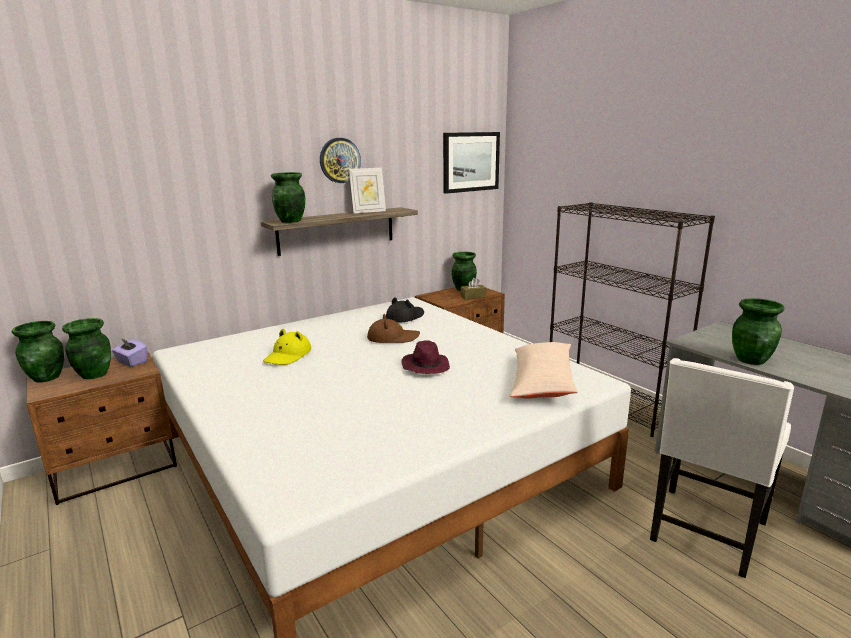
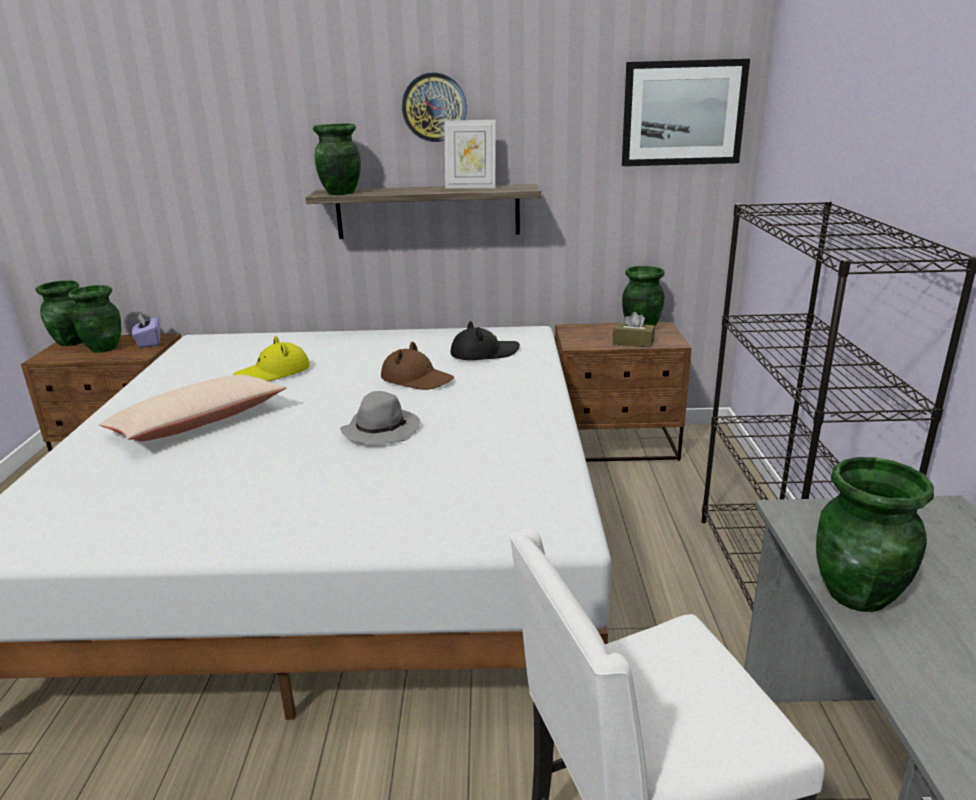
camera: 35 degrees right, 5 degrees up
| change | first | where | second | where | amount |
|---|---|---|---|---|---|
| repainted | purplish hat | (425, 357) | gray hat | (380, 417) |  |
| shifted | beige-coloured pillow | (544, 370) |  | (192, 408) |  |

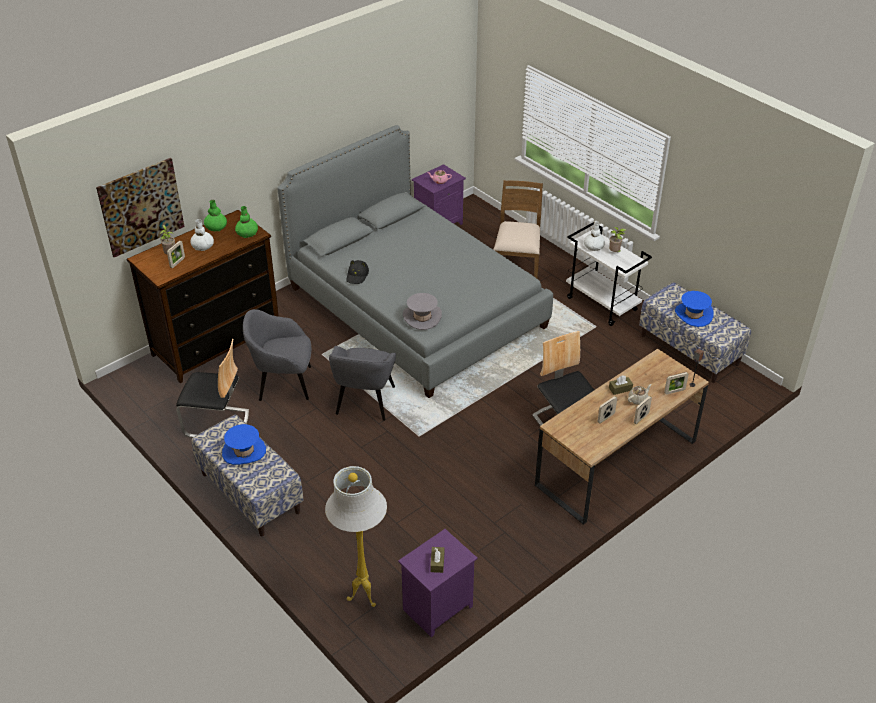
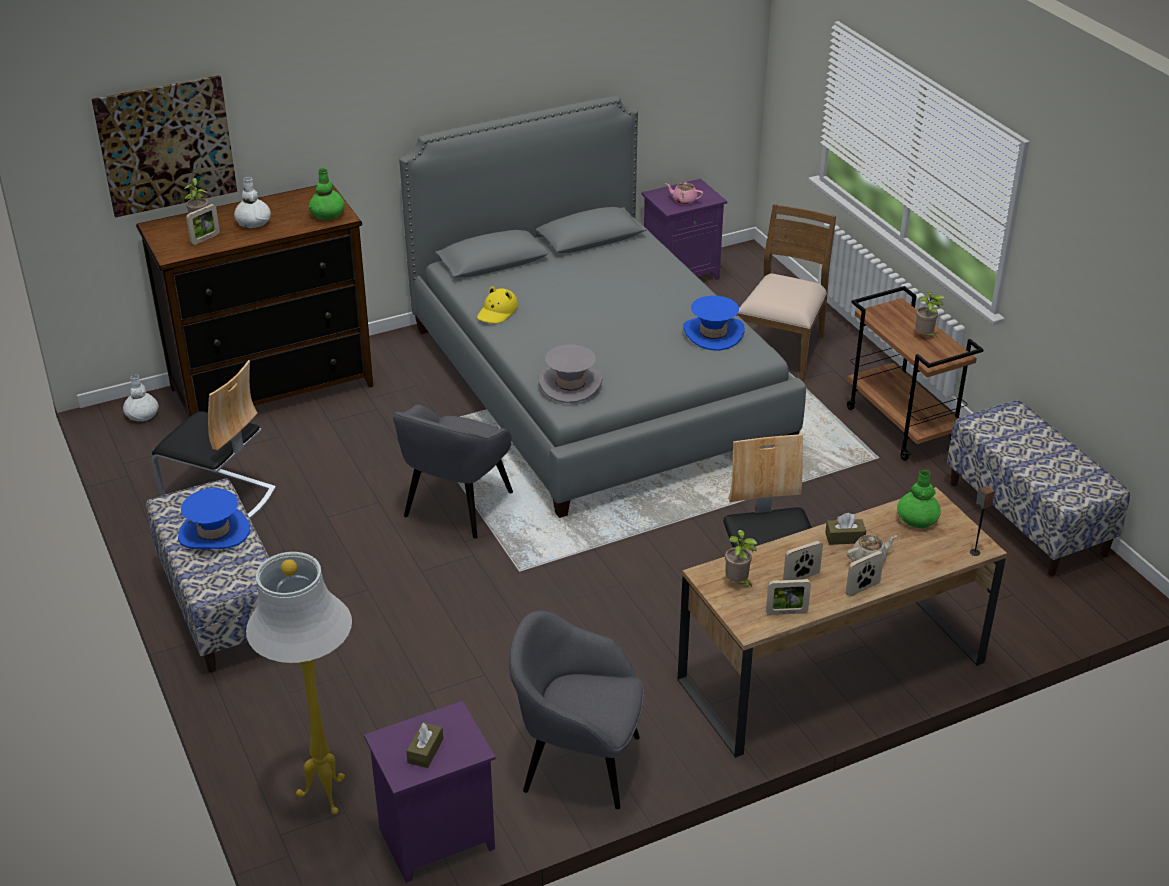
camera: 15 degrees right, 5 degrees down
| change | first | where | second | where | amount |
|---|---|---|---|---|---|
| shifted | green-coloured vase | (215, 215) |  | (919, 499) |  |
| shifted | whitish vase | (594, 236) |  | (141, 397) |  |
| repainted | whitish trolley | (609, 274) | brown trolley | (915, 373) |  |
| repainted | black-coloured hat | (357, 272) | yellow hat | (497, 304) |  |
| shifted | blue hat | (694, 309) |  | (713, 323) |  |
| shifted | gray lounge chair | (277, 355) |  | (576, 709) |  |
| shifted | picture frame | (676, 383) |  | (788, 597) |  |
| new |  |  | plant in a pot | (741, 558) |  |

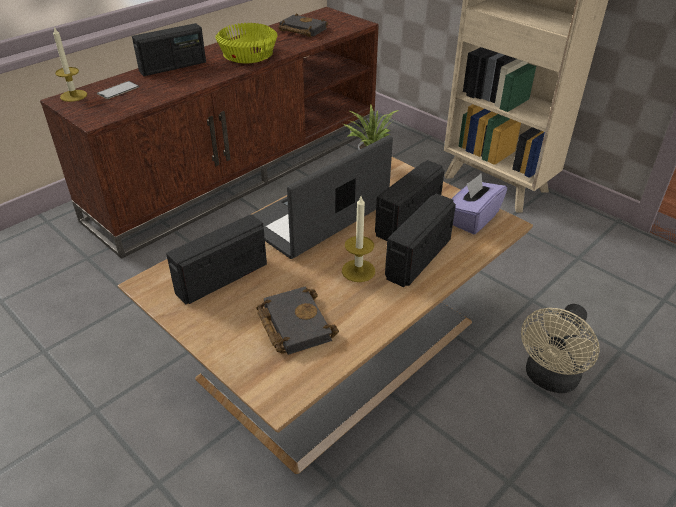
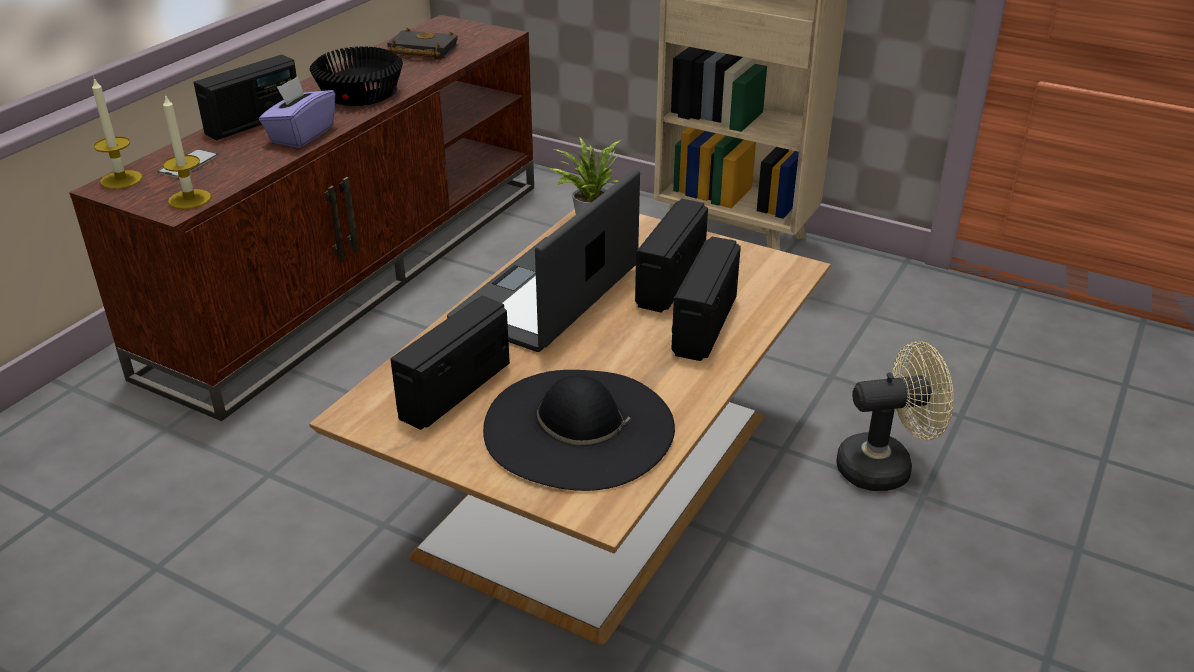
camera: 15 degrees left, 5 degrees down
| change | first | where | second | where | amount |
|---|---|---|---|---|---|
| repainted | yellow serving bowl | (246, 43) | black-coloured serving bowl | (356, 76) |  |
| shifted | purplish box of tissues | (479, 203) |  | (297, 112) |  |
| shifted | wax candle | (358, 239) |  | (186, 151) |  |
| swapped | black-coloured bound book | (297, 320) | black-coloured hat | (579, 430) |  |
| rotated | beige-coloured electric fan | (560, 348) |  | (895, 416) | 120 degrees counterclockwise |

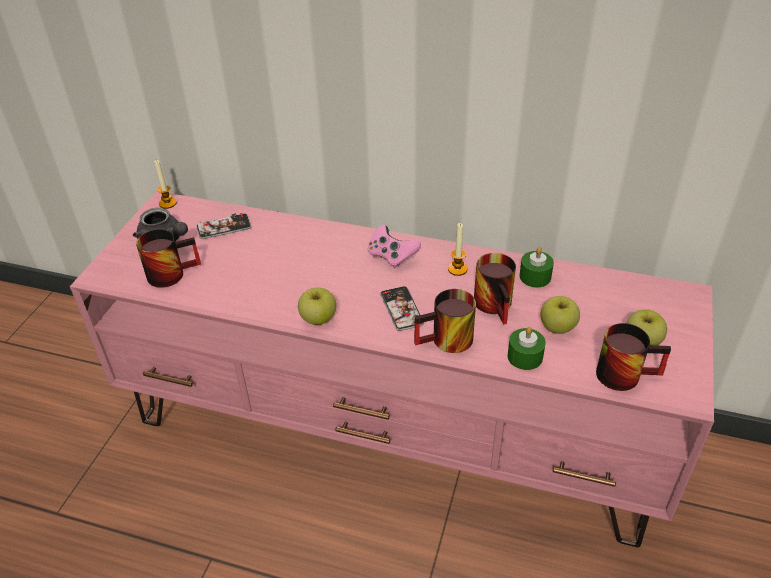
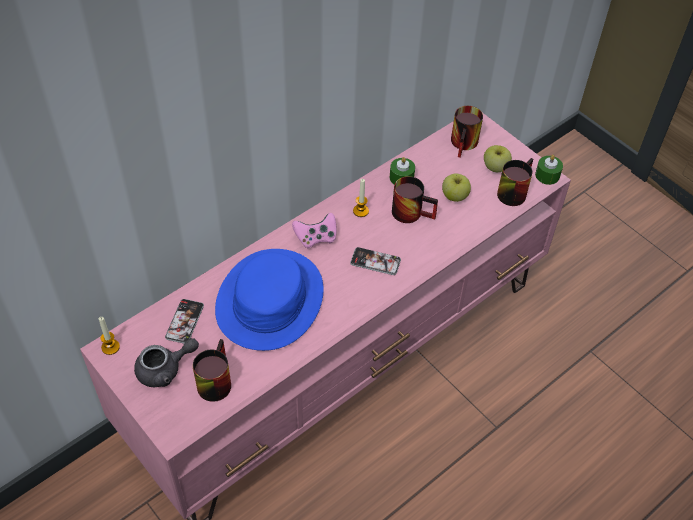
camera: 60 degrees left, 10 degrees up
| change | first | where | second | where | amount |
|---|---|---|---|---|---|
| gone | apple fruit | (317, 306) |  |  |  |
| shifted | mug | (445, 321) |  | (467, 132) |  |
| shifted | green-coloured wax candle | (527, 348) |  | (549, 170) |  |
| new |  |  | blue hat | (269, 300) |  |

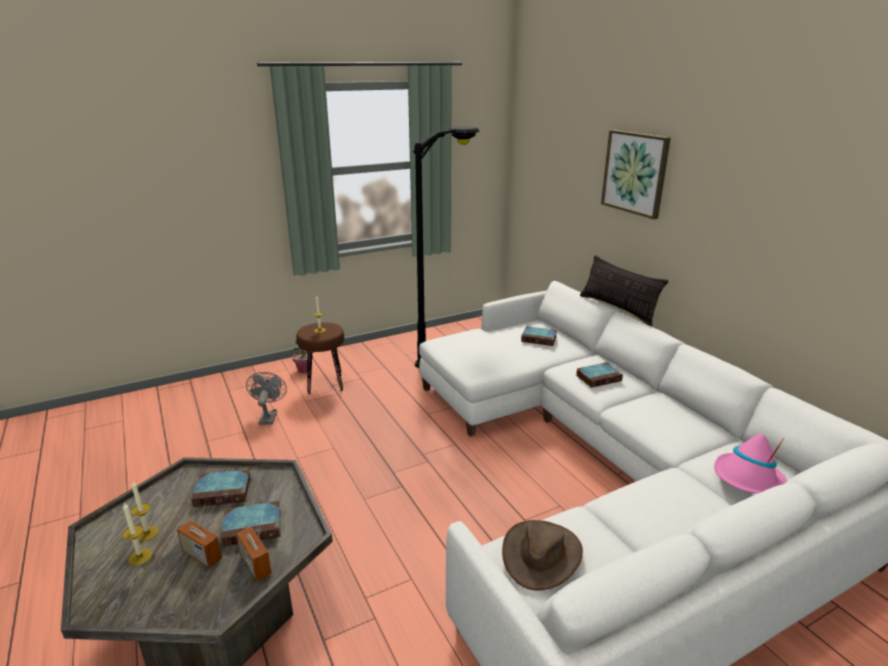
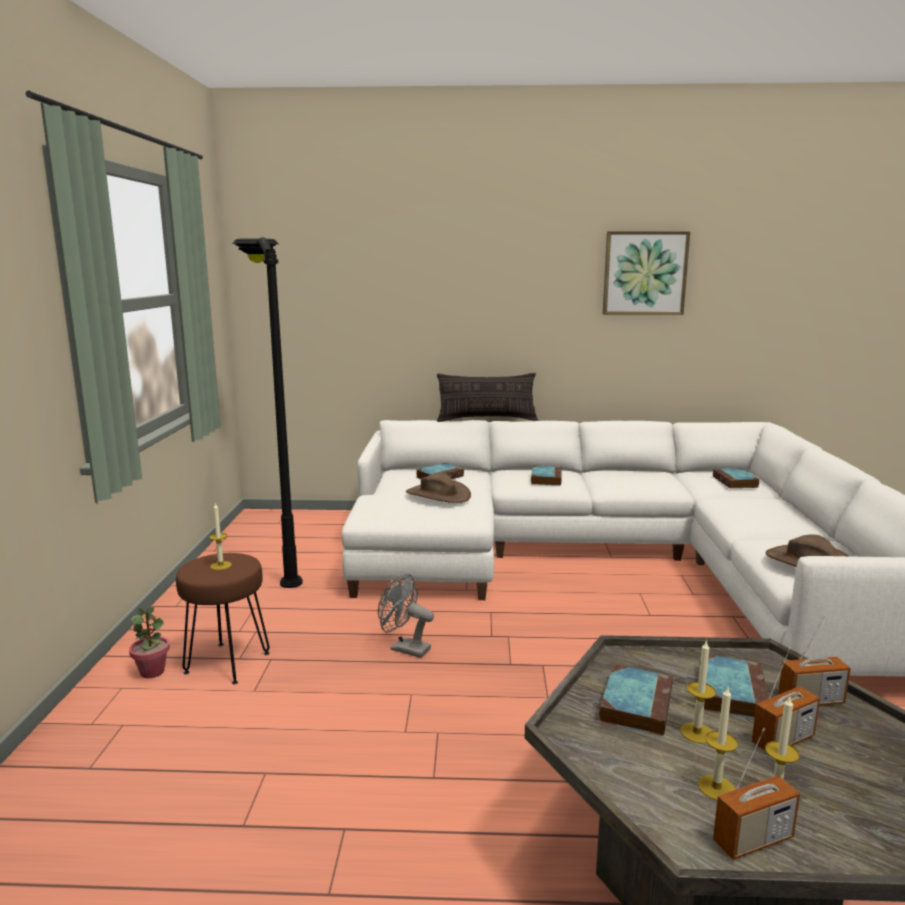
camera: 60 degrees left, 10 degrees down
| change | first | where | second | where | amount |
|---|---|---|---|---|---|
| shifted | wall art | (636, 174) |  | (646, 273) |  |
| shifted | gray electric fan | (266, 398) |  | (406, 616) |  |
| swapped | pink-coloured hat | (750, 464) | bound book | (736, 478) |  |
| new |  |  | brown hat | (438, 487) |  |
| new |  |  | wax candle | (698, 691) |  |
| new |  |  | radio set | (756, 794) |  |

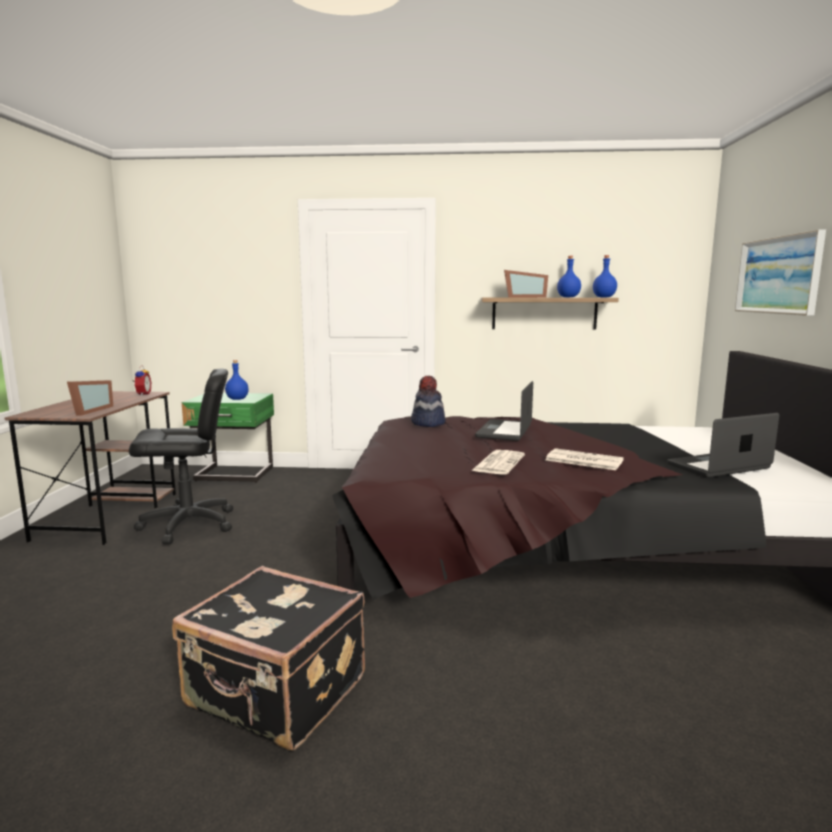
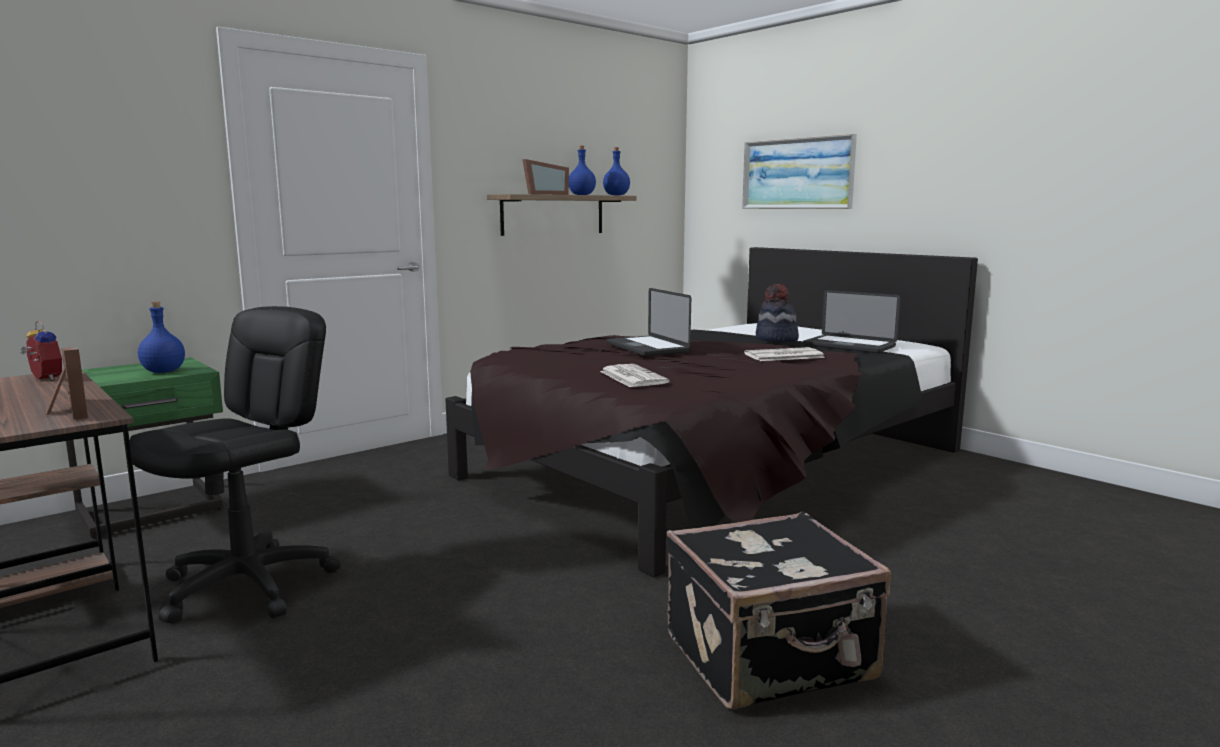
camera: 45 degrees left, 0 degrees up
| change | first | where | second | where | amount |
|---|---|---|---|---|---|
| shifted | hat | (428, 401) |  | (777, 313) |  |
| rotated | laptop | (723, 445) |  | (852, 321) | 75 degrees counterclockwise |
| shifted | newspaper | (498, 462) |  | (635, 375) |  |

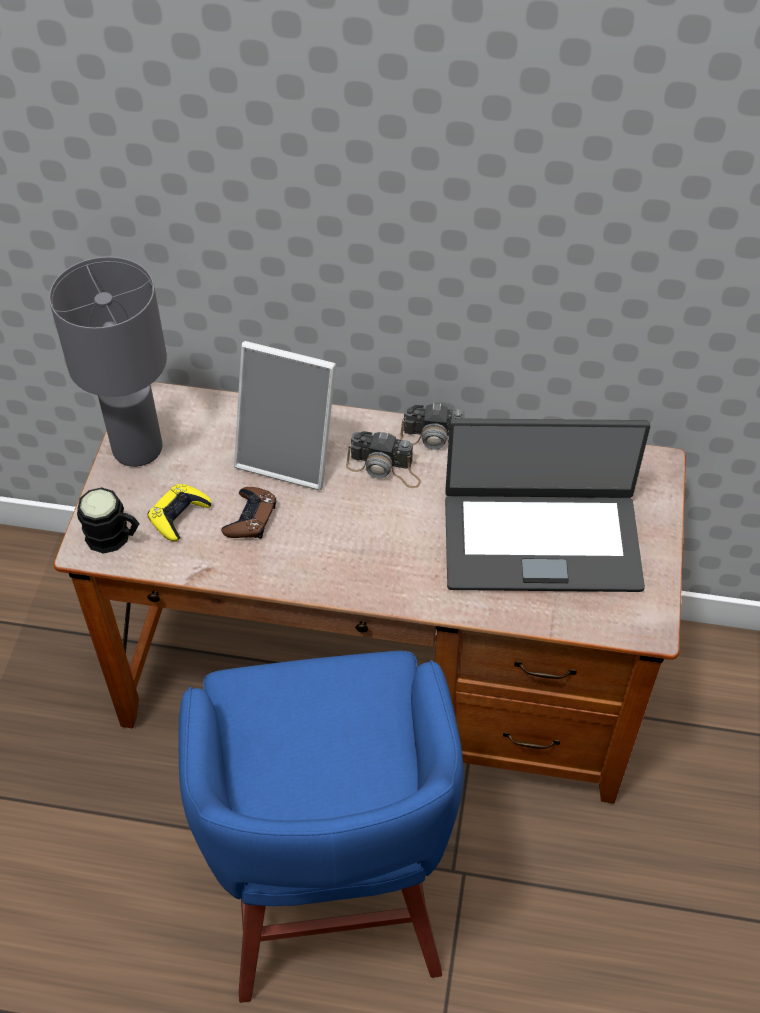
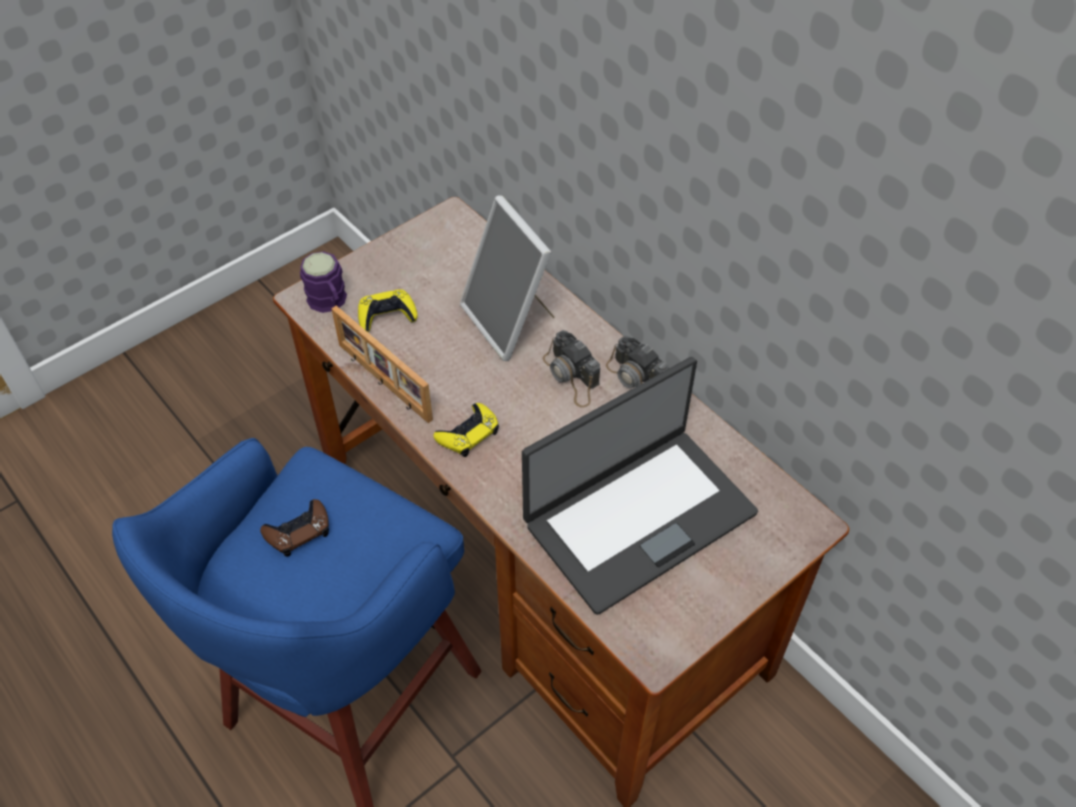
camera: 40 degrees right, 0 degrees up
| change | first | where | second | where | amount |
|---|---|---|---|---|---|
| gone | gray table lamp | (108, 362) |  |  |  |
| rotated | laptop | (547, 505) |  | (640, 486) | 75 degrees counterclockwise |
| shifted | brown gamepad | (248, 513) |  | (294, 528) |  |
| repainted | black-coloured mug | (108, 521) | purplish mug | (323, 282) |  |
| new |  |  | picture frame | (382, 364) |  |
| new |  |  | yellow gamepad | (466, 430) |  |

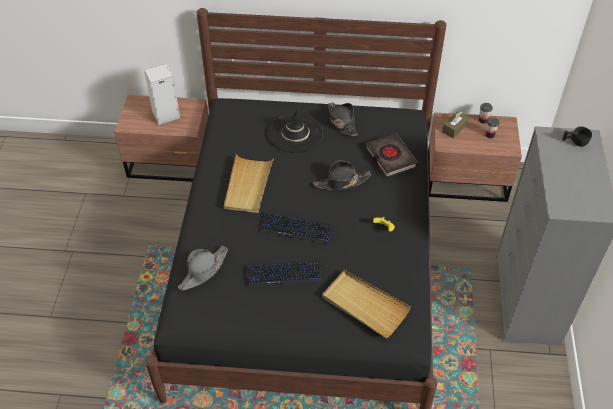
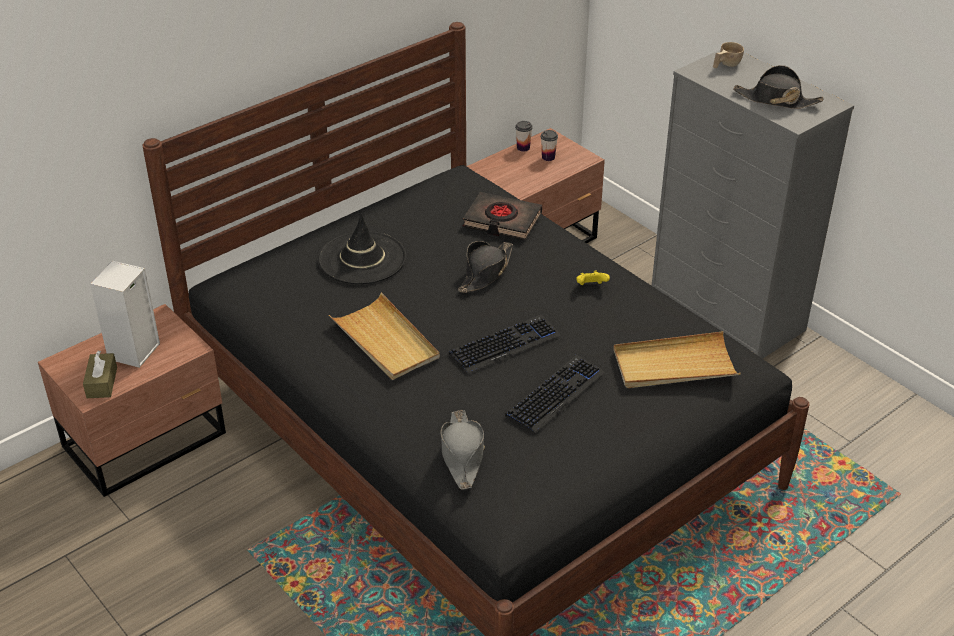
camera: 45 degrees left, 10 degrees down
| change | first | where | second | where | amount |
|---|---|---|---|---|---|
| shifted | black-coloured hat | (343, 119) |  | (778, 87) |  |
| shifted | brown box of tissues | (455, 124) |  | (100, 374) |  |
| repainted | black-coloured cup | (577, 136) | beige-coloured cup | (728, 55) |  |

